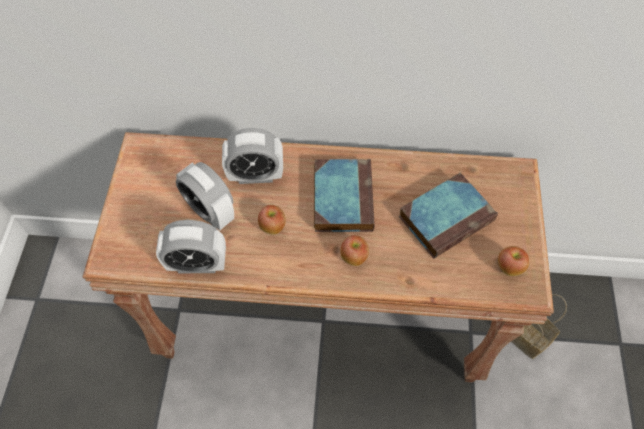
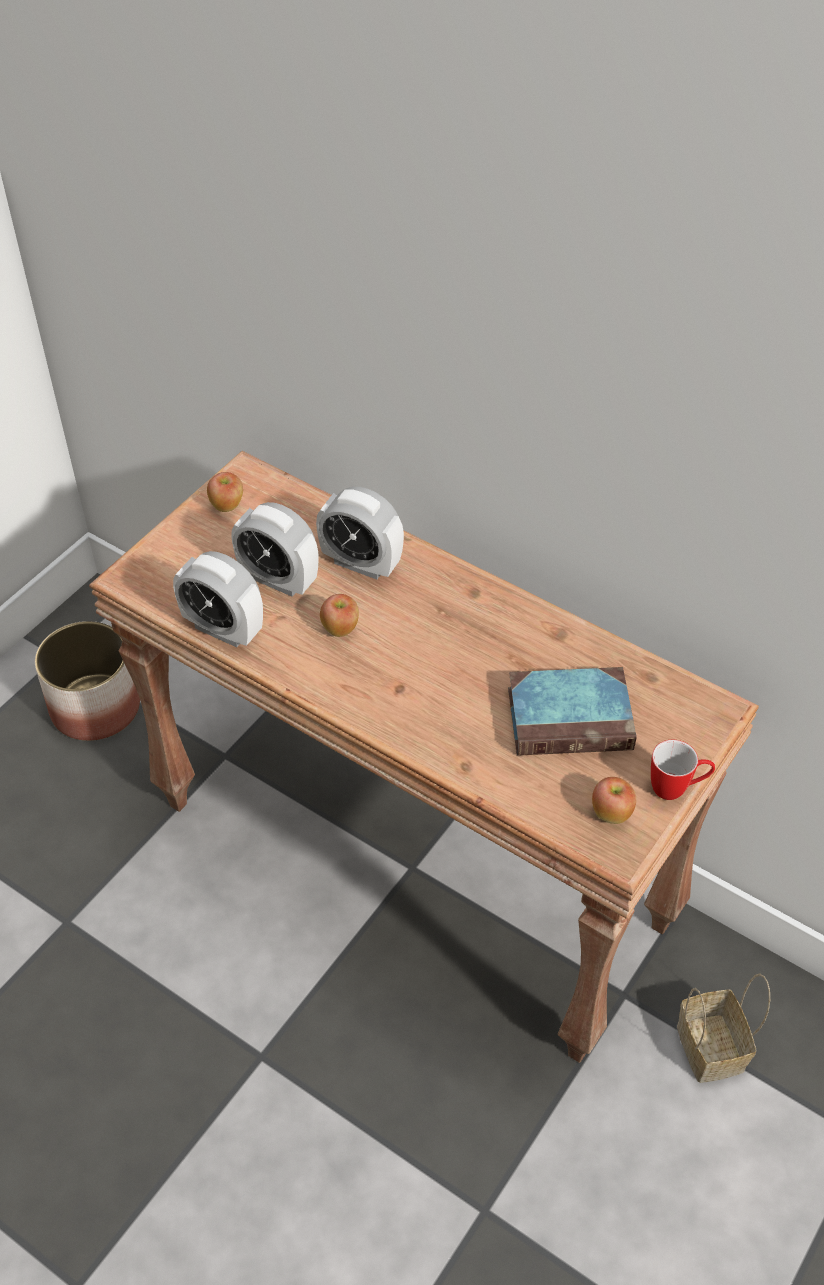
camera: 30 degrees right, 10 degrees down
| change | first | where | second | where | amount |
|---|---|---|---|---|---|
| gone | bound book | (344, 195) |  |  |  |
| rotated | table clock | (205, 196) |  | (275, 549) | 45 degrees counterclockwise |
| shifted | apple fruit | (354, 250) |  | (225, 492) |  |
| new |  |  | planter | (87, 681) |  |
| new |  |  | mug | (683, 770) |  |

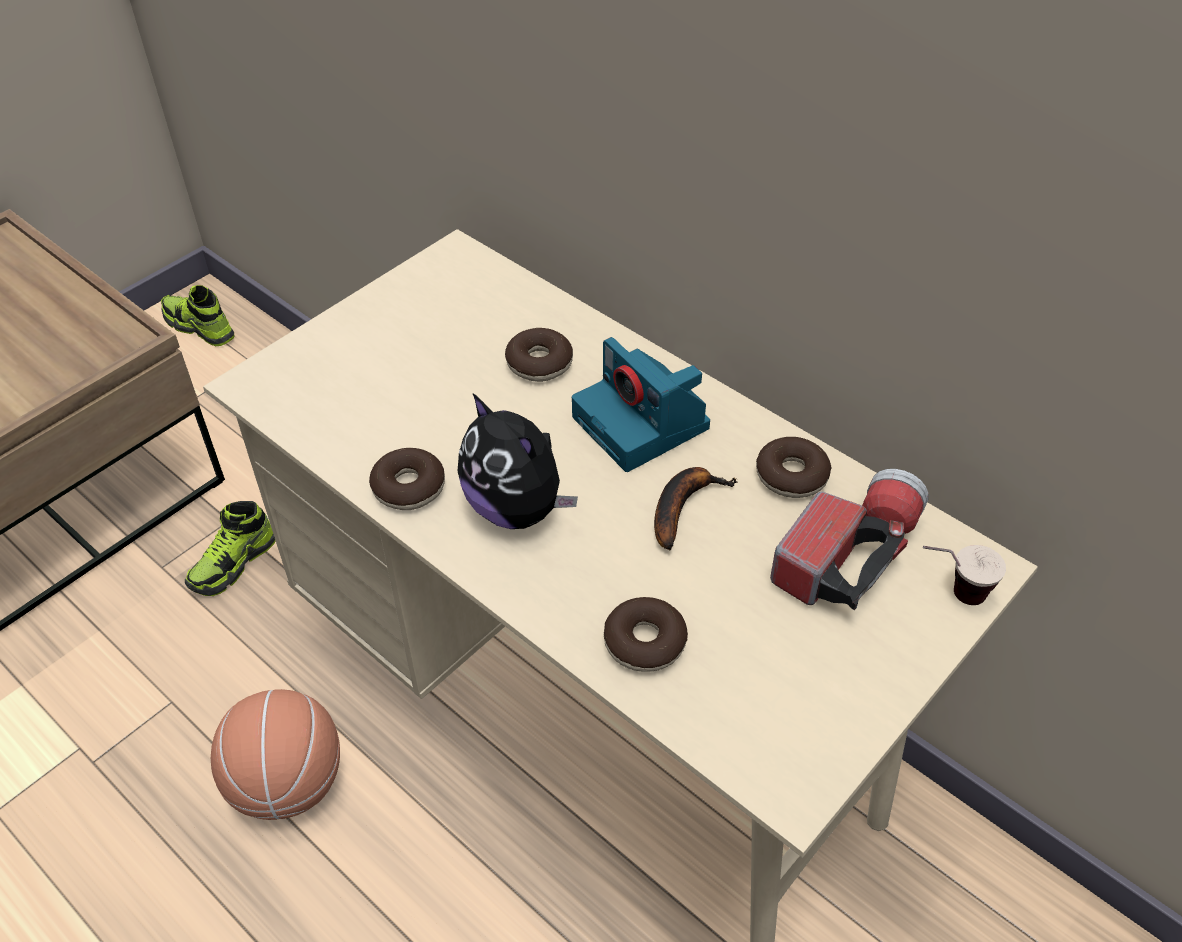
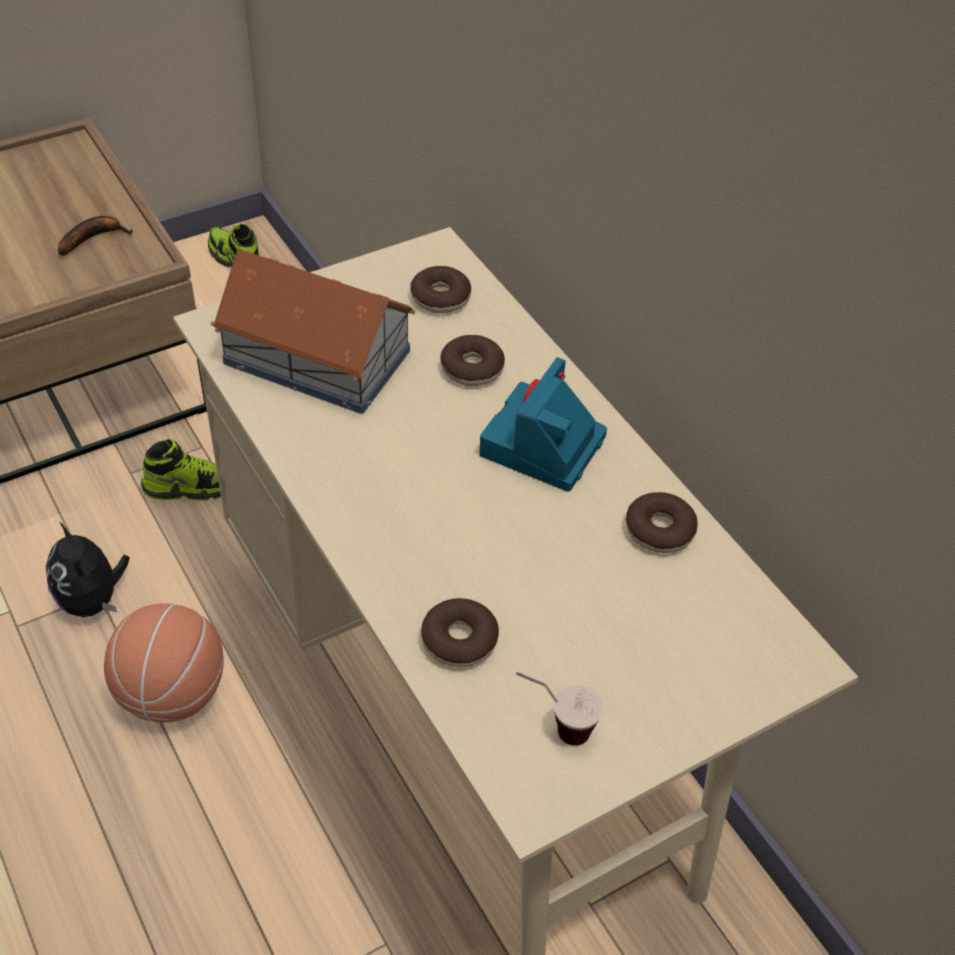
camera: 15 degrees right, 0 degrees up
| change | first | where | second | where | amount |
|---|---|---|---|---|---|
| rotated | photo camera | (641, 404) |  | (543, 424) | 45 degrees clockwise |
| shifted | soft toy | (518, 461) |  | (88, 569) |  |
| shifted | donut | (407, 479) |  | (440, 289) |  |
| shifted | banana | (696, 508) |  | (95, 236) |  |
| gone | torch | (849, 539) |  |  |  |
| rotated | item of footwear | (230, 548) |  | (181, 470) | 150 degrees counterclockwise |
| shifted | cup | (964, 575) |  | (559, 709) |  |
| new |  |  | model house | (313, 332) |  |

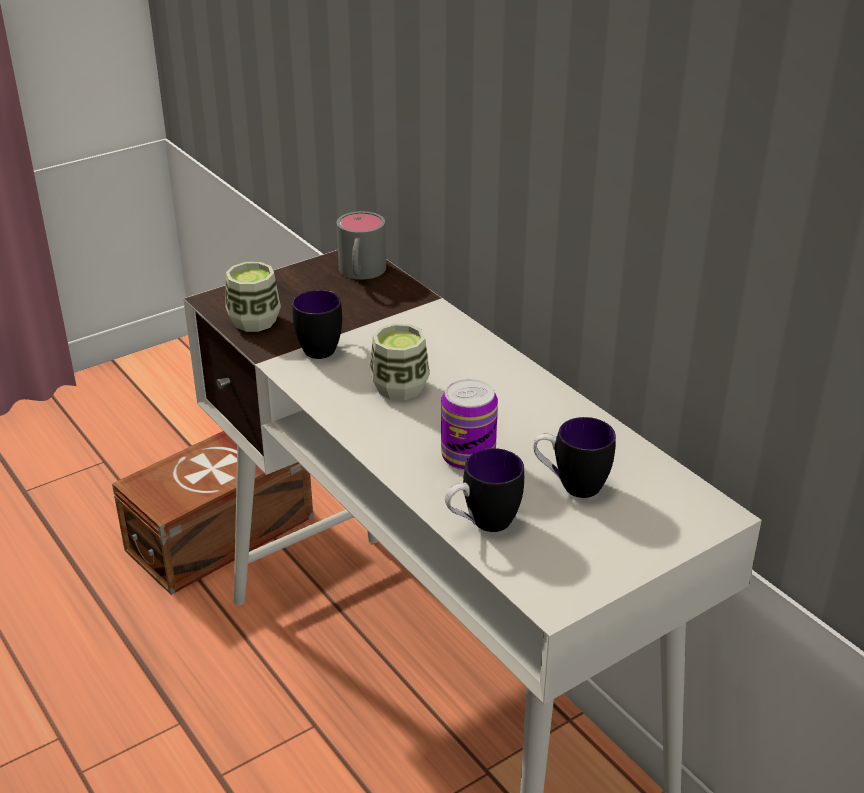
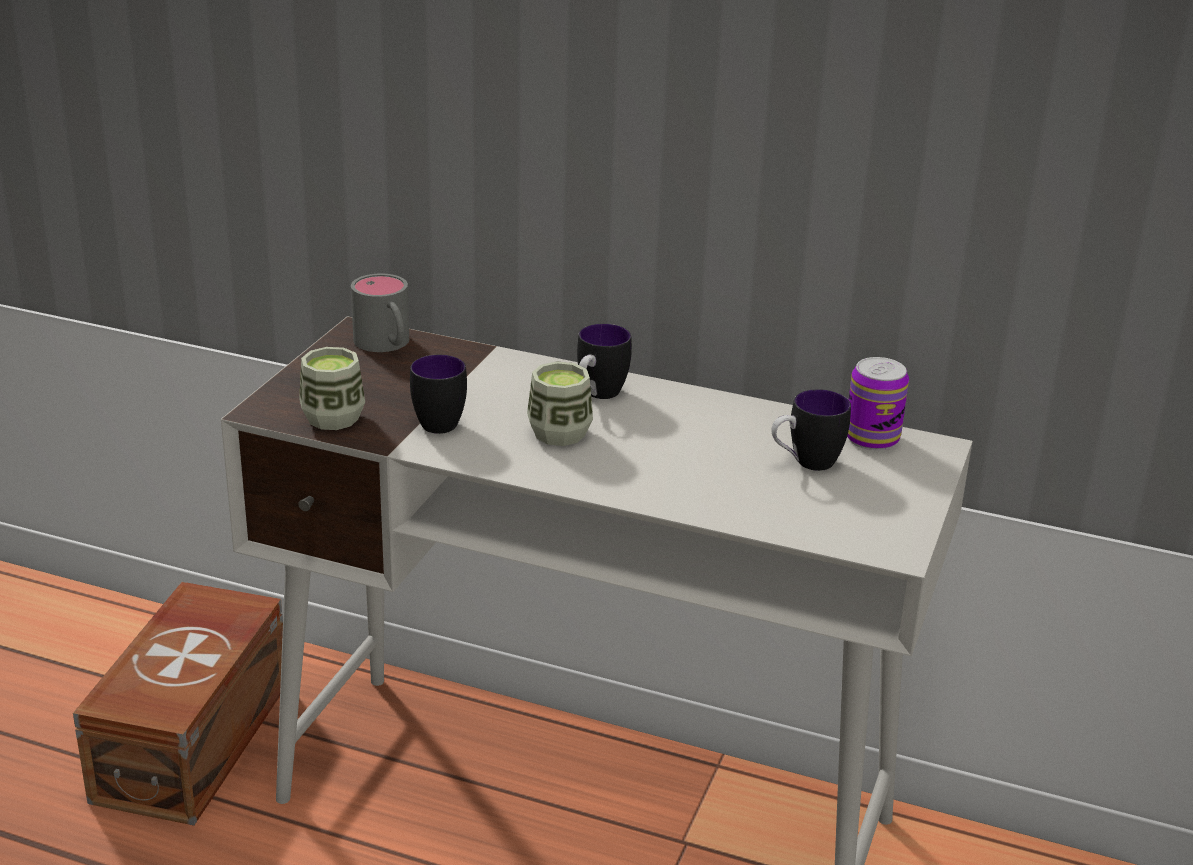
camera: 35 degrees left, 5 degrees down
| change | first | where | second | where | amount |
|---|---|---|---|---|---|
| shifted | sealed can | (469, 425) |  | (878, 404) |  |
| shifted | mug | (484, 490) |  | (604, 361) |  |

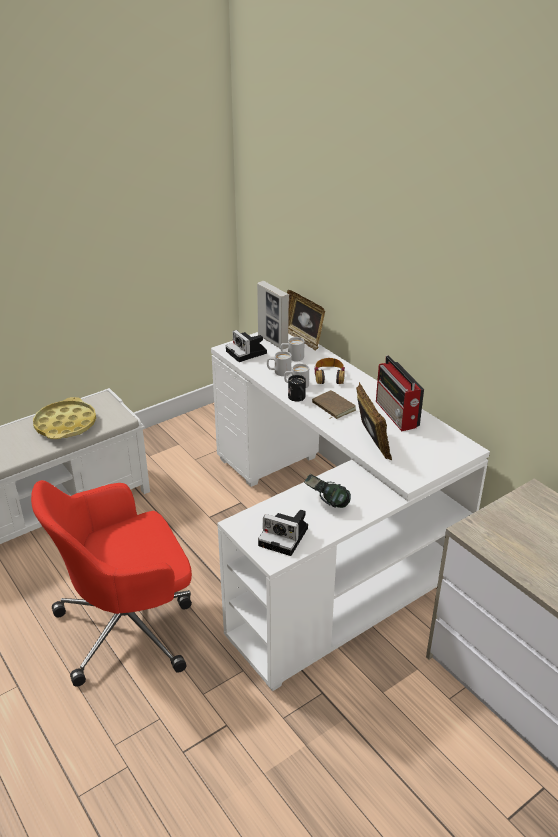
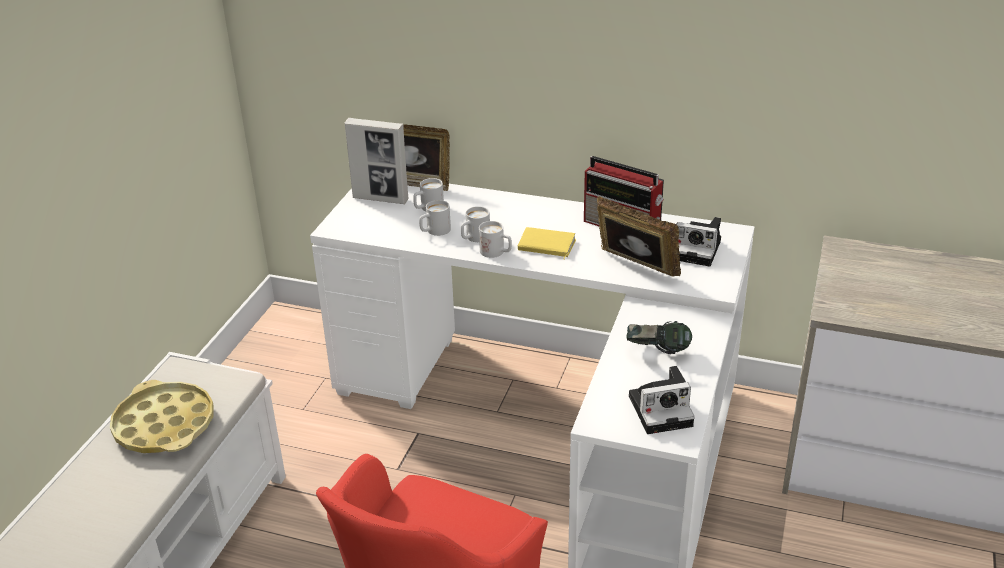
camera: 35 degrees left, 0 degrees up
| change | first | where | second | where | amount |
|---|---|---|---|---|---|
| shifted | photo camera | (246, 346) |  | (698, 242) |  |
| gone | headset | (329, 371) |  |  |  |
| repainted | black-coloured mug | (297, 388) | whitish mug | (495, 239) |  |
| repainted | brown bound book | (334, 404) | yellow bound book | (547, 243) |  |

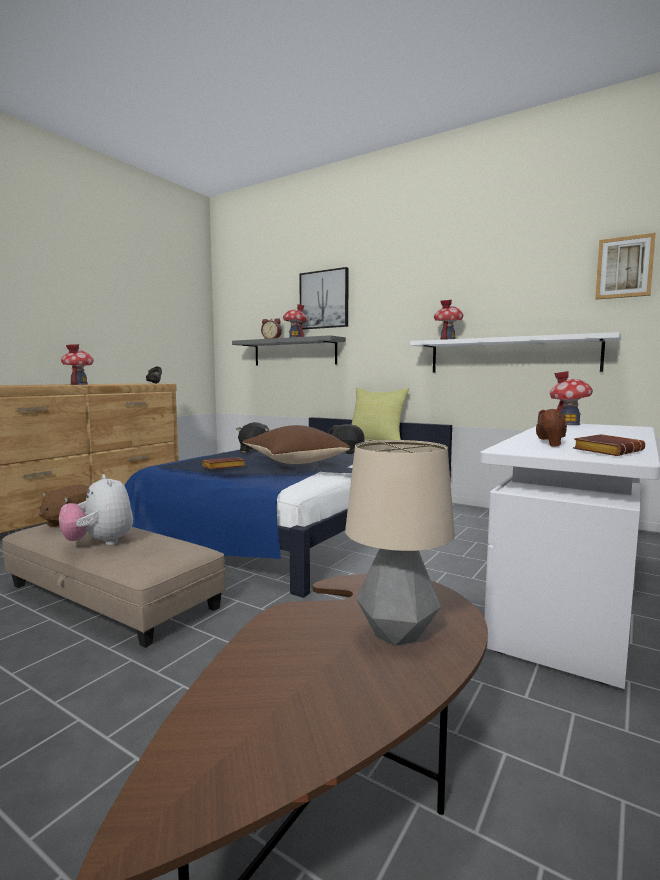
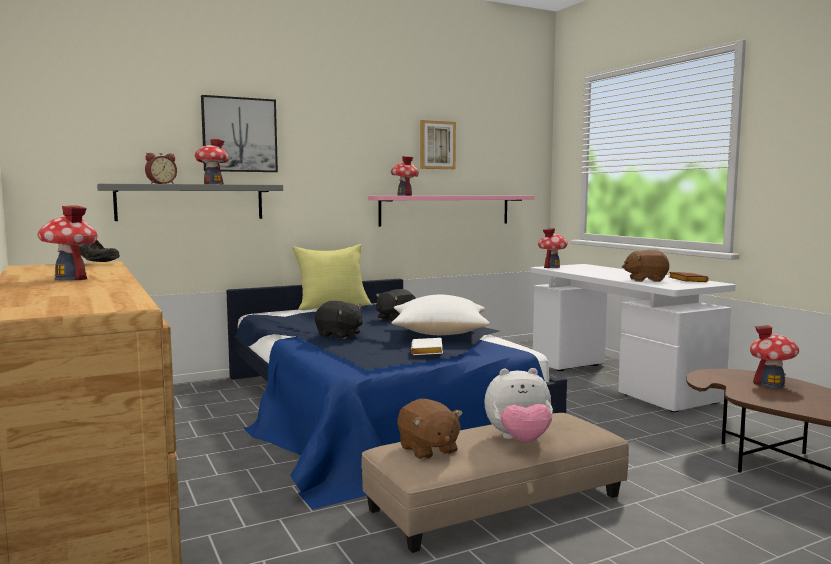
camera: 60 degrees left, 0 degrees up
| change | first | where | second | where | amount |
|---|---|---|---|---|---|
| shifted | wall art | (625, 266) |  | (438, 144) |  |
| repainted | whitish wall shelf | (515, 352) | pink-coloured wall shelf | (451, 211) |  |
| swapped | brown item of footwear | (551, 428) | brown soft toy | (645, 266) |  |
| repainted | brown pillow | (296, 444) | whitish pillow | (440, 315) |  |
| swapped | table lamp | (400, 542) | model house | (774, 356) |  |
| repainted | brown bound book | (223, 463) | whitish bound book | (427, 346) |  |

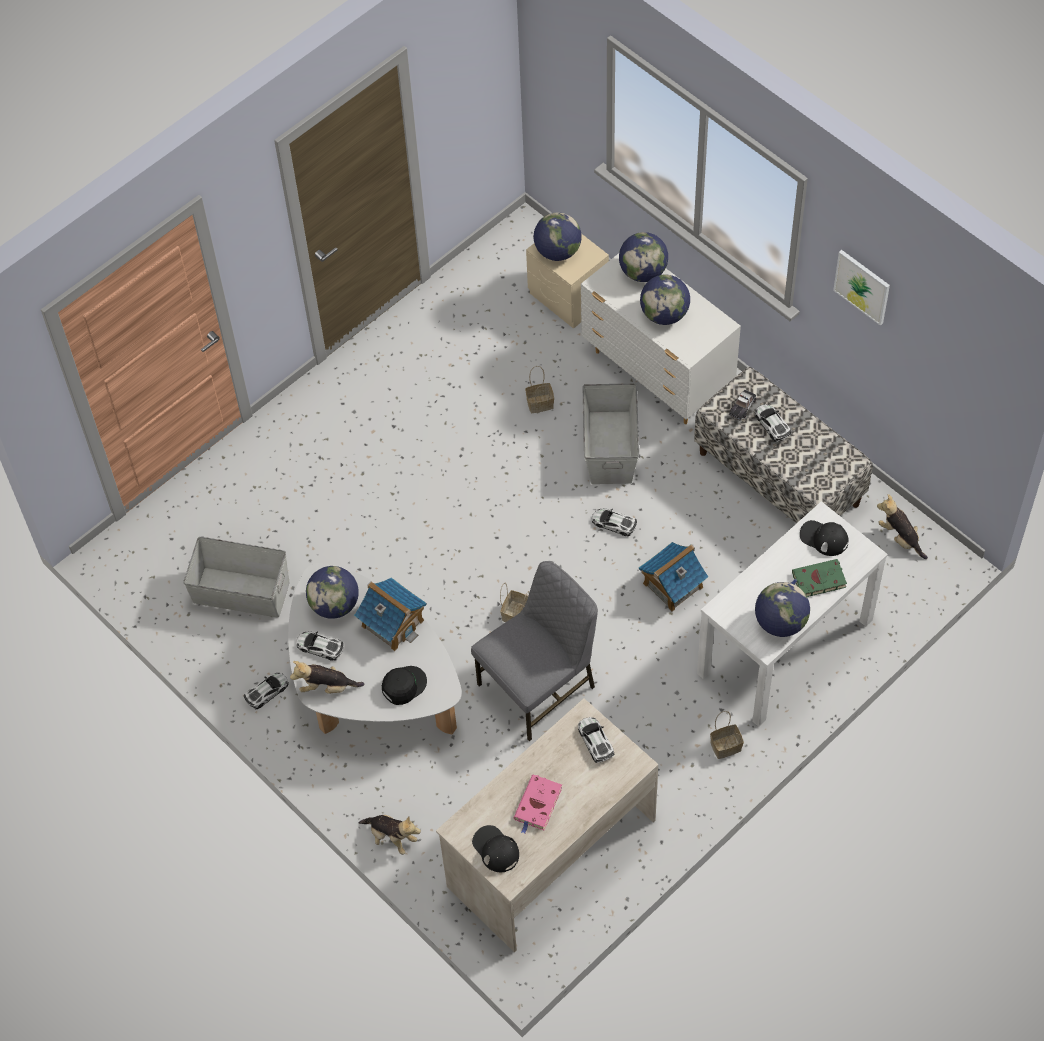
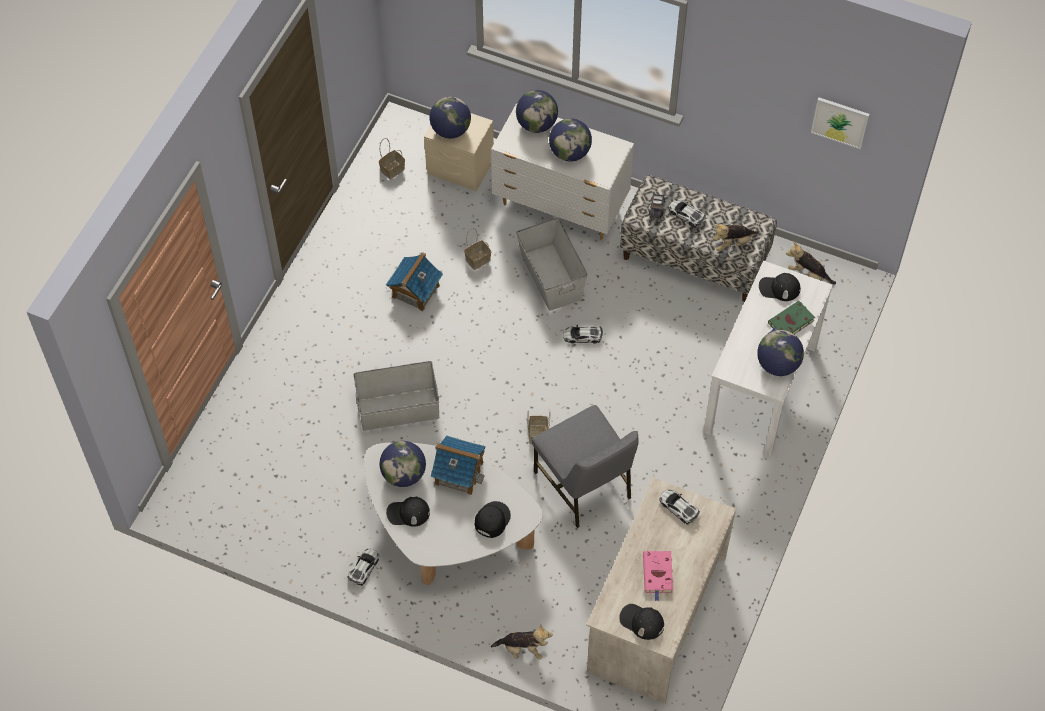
camera: 25 degrees left, 0 degrees up
| change | first | where | second | where | amount |
|---|---|---|---|---|---|
| shifted | wall art | (861, 288) |  | (840, 123) |  |
| shifted | gray storage box | (236, 577) |  | (396, 396) |  |
| shifted | model house | (673, 577) |  | (414, 281) |  |
| rotated | gray upright chair | (534, 651) |  | (585, 466) | 120 degrees clockwise |
| swapped | toy car | (320, 646) | black-coloured baseball cap | (408, 511) |  |
| shifted | soft toy | (327, 677) |  | (735, 237) |  |
| shifted | storage basket | (727, 735) |  | (392, 158) |  |

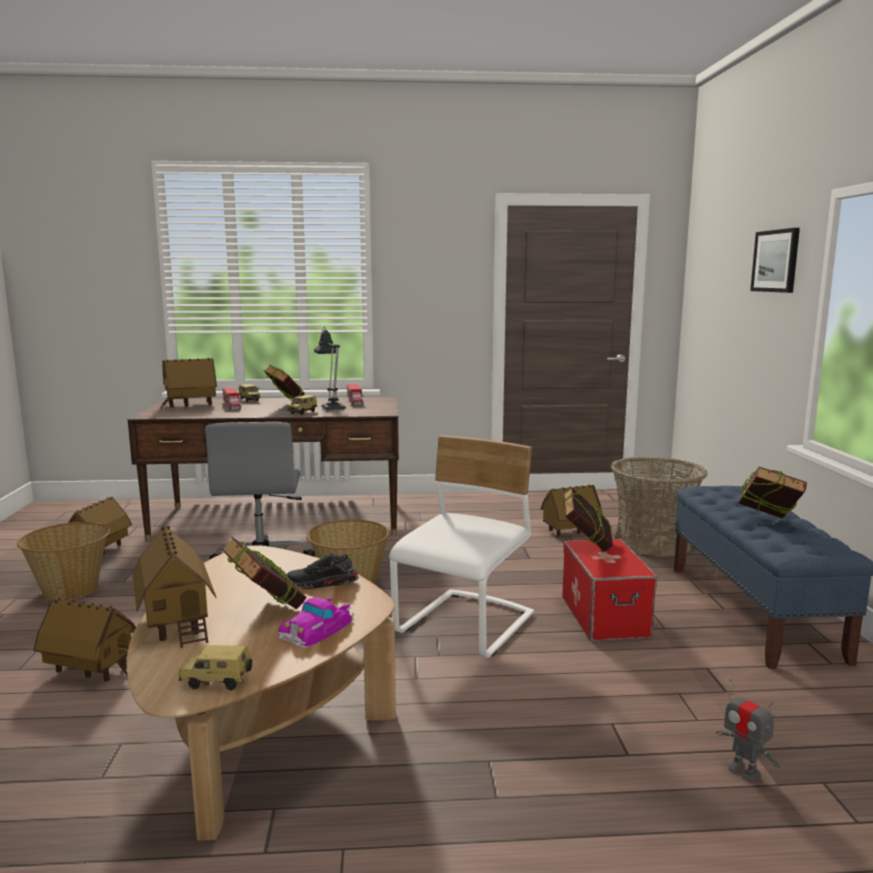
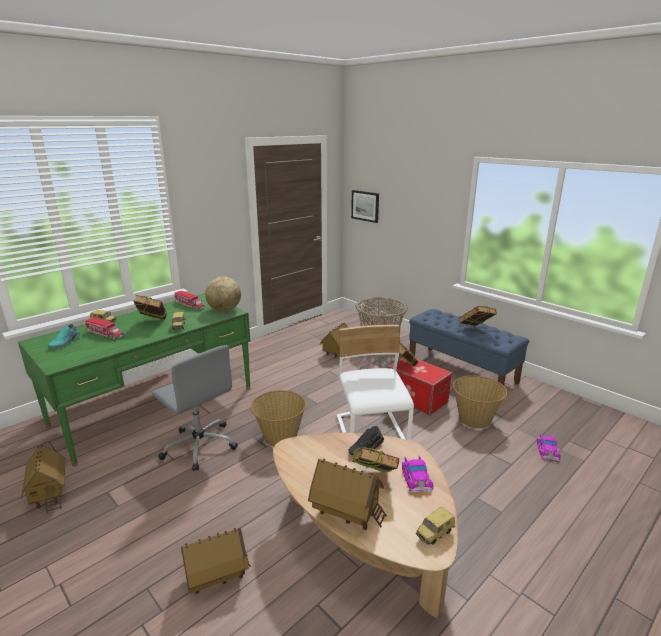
camera: 40 degrees left, 10 degrees up
| change | first | where | second | where | amount |
|---|---|---|---|---|---|
| shifted | wall art | (775, 260) |  | (365, 206) |  |
| gone | table lamp | (330, 369) |  |  |  |
| swapped | model house | (188, 384) | blue-green item of footwear | (64, 336) |  |
| repainted | brown desk unit | (263, 469) | green-coloured desk unit | (134, 379) |  |
| shifted | storage basket | (63, 561) |  | (480, 402) |  |
| swapped | robot figure | (748, 730) | toy car | (549, 447) |  |
| new |  |  | globe | (223, 294) |  |

